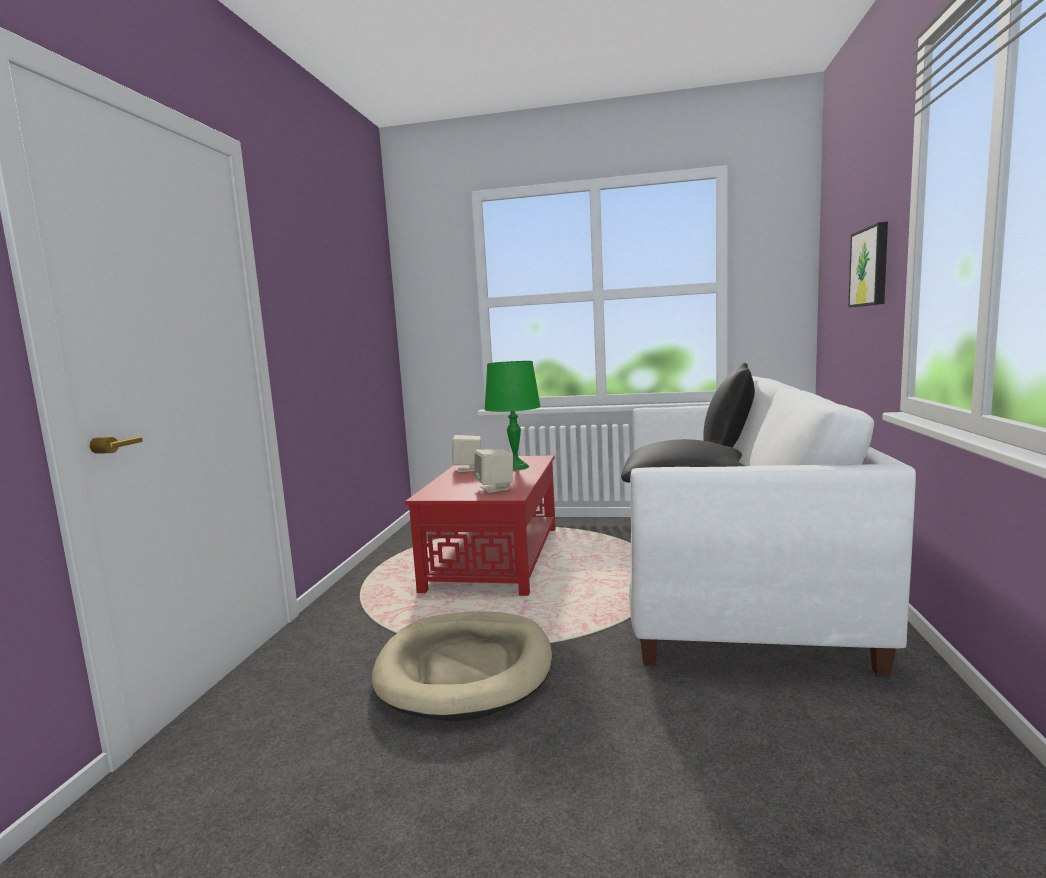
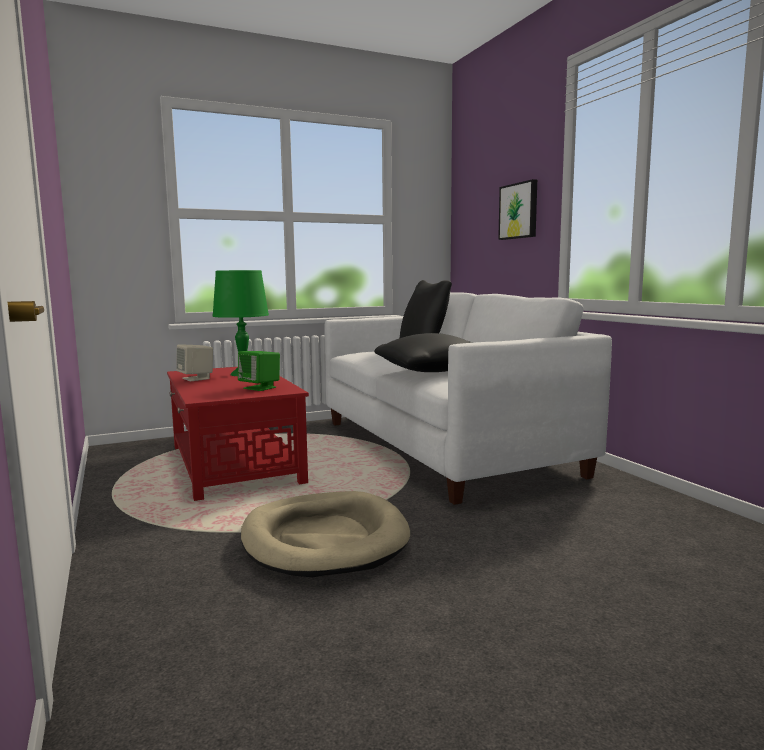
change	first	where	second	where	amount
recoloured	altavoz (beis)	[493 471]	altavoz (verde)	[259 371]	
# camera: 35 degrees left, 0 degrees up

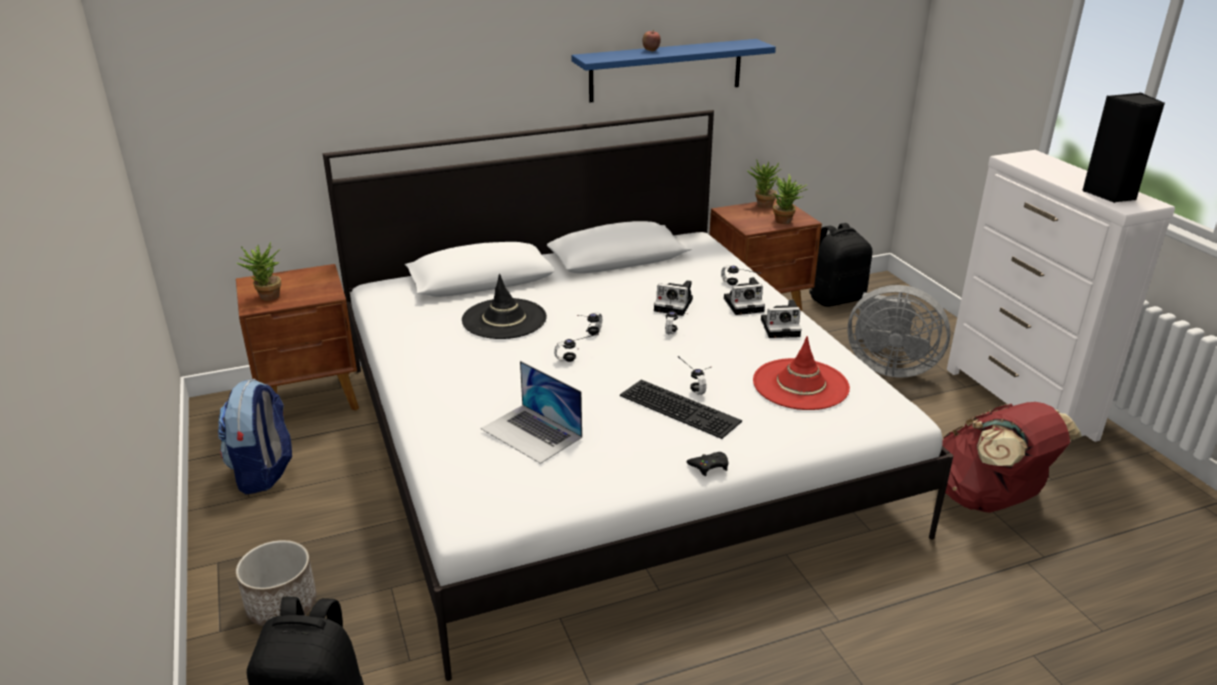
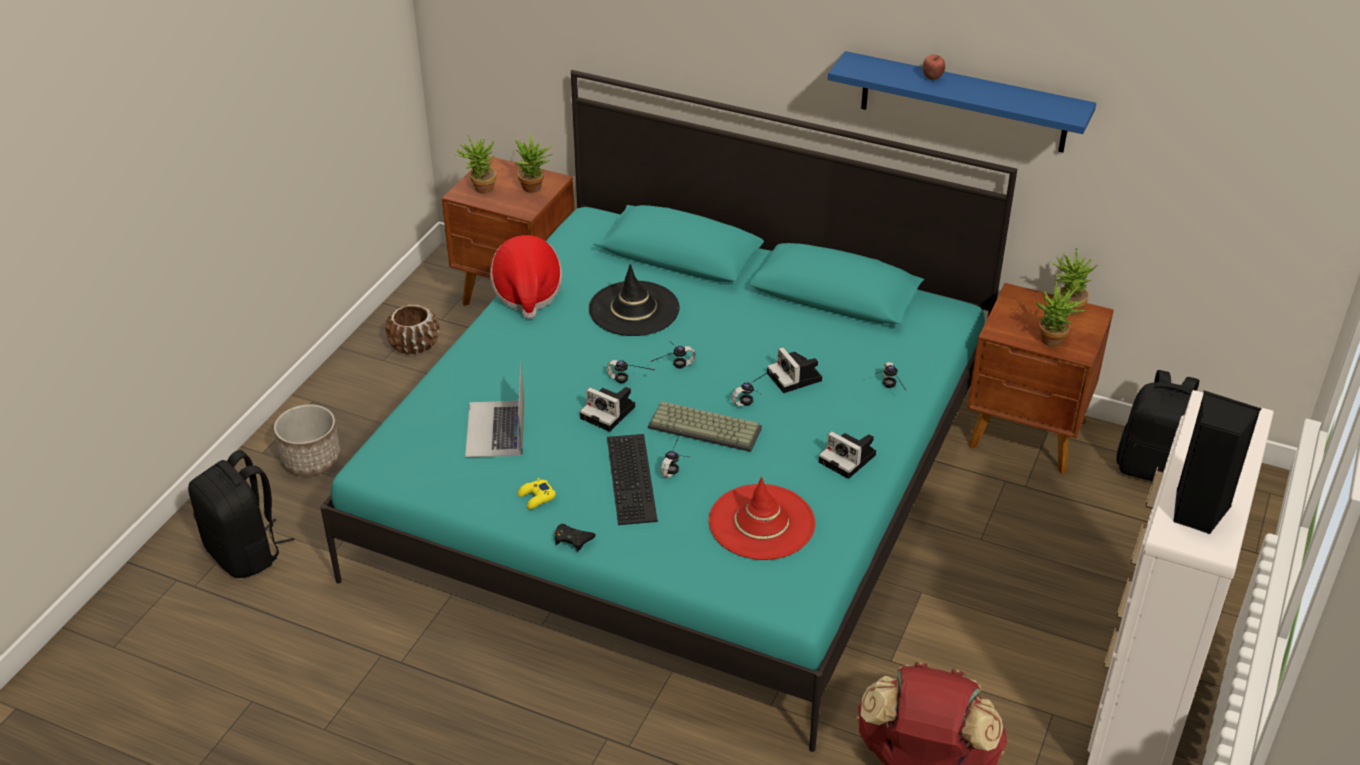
change	first	where	second	where	amount
recoloured	cama (blanco)	[638 395]	cama (turquesa)	[668 411]	
moved	cámara	[744 296]		[607 409]	
removed	ventilador (gris)	[899 331]			
replaced	mochila	[255 436]	maceta (marrón)	[412 330]	
added			planta en maceta	[534 163]	
added			sombrero	[526 277]	
added			teclado	[705 426]	
added			mando de consola (amarillo)	[537 493]	
# camera: 45 degrees right, 10 degrees up

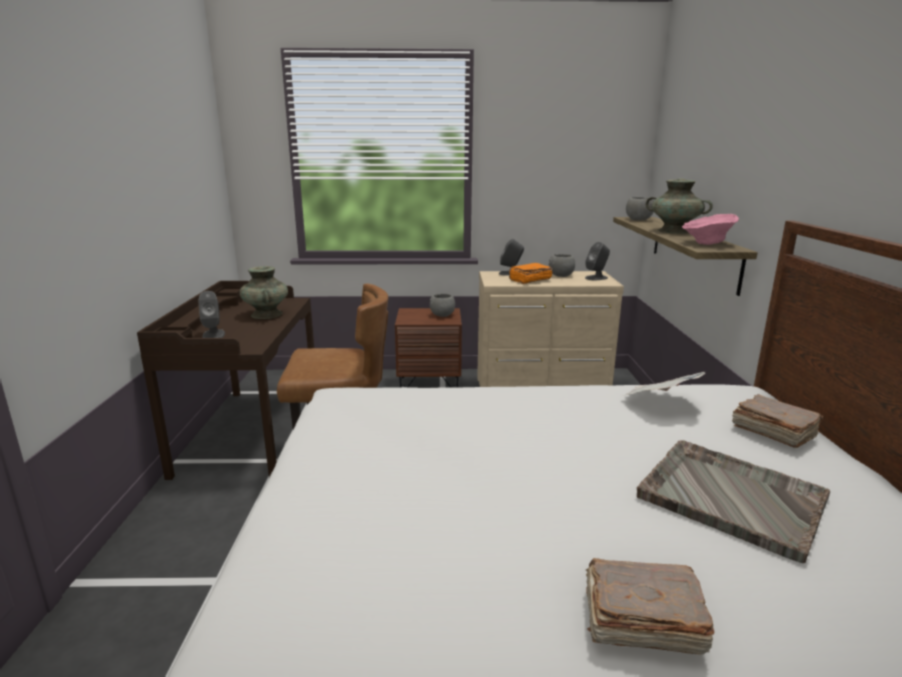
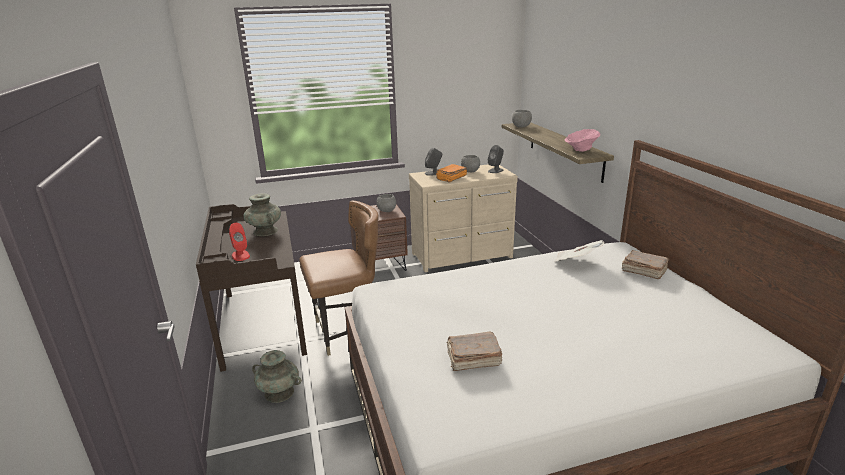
change	first	where	second	where	amount
moved	florero (turquesa)	[679 206]		[277 376]	
recoloured	altavoz (gris)	[211 314]	altavoz (rojo)	[239 242]	
removed	bandeja (gris)	[733 501]			
moved	libro (marrón)	[650 606]		[474 351]	
# camera: 15 degrees left, 5 degrees up

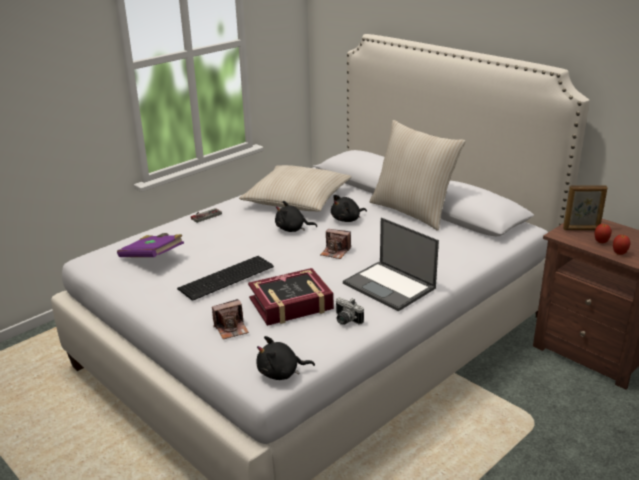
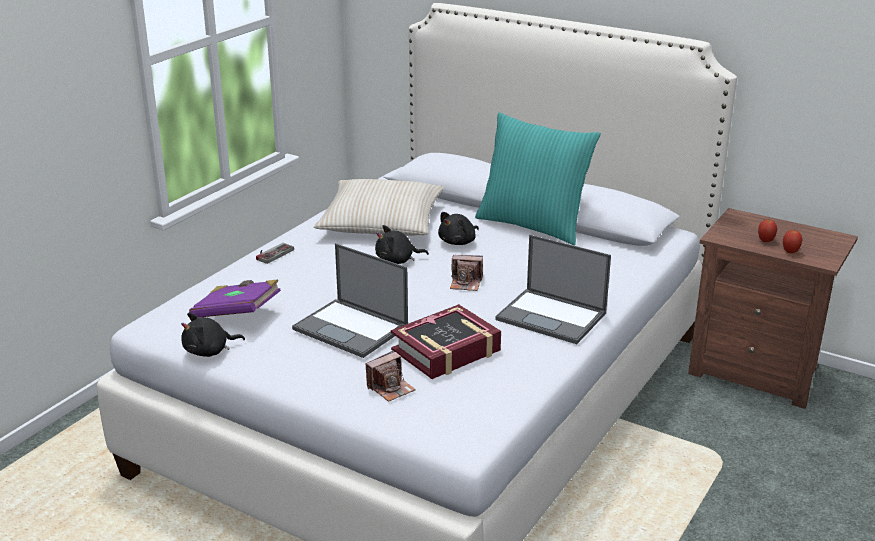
change	first	where	second	where	amount
recoloured	cojín (beis)	[417 175]	cojín (turquesa)	[538 179]	
removed	portarretratos	[585 207]			
replaced	teclado	[225 278]	portátil	[350 300]	
removed	cámara	[350 311]			
moved	peluche (negro)	[285 358]		[213 335]	
# camera: 15 degrees left, 0 degrees up

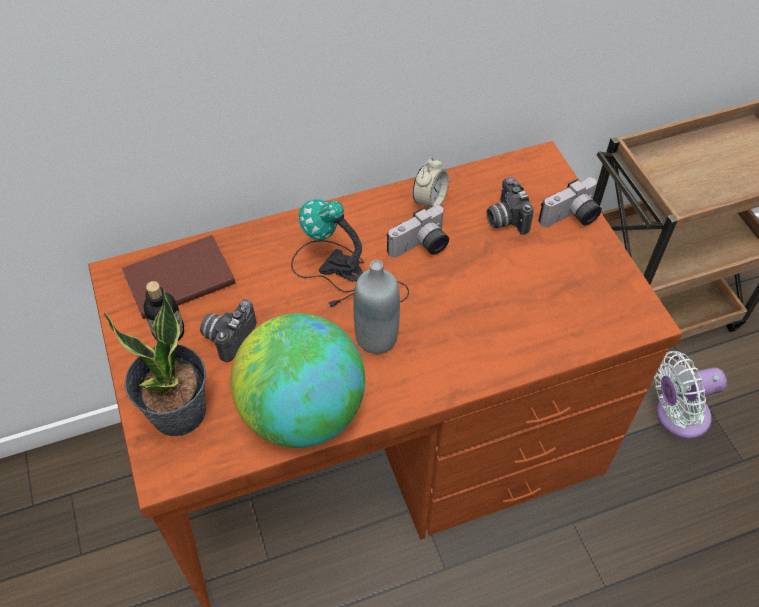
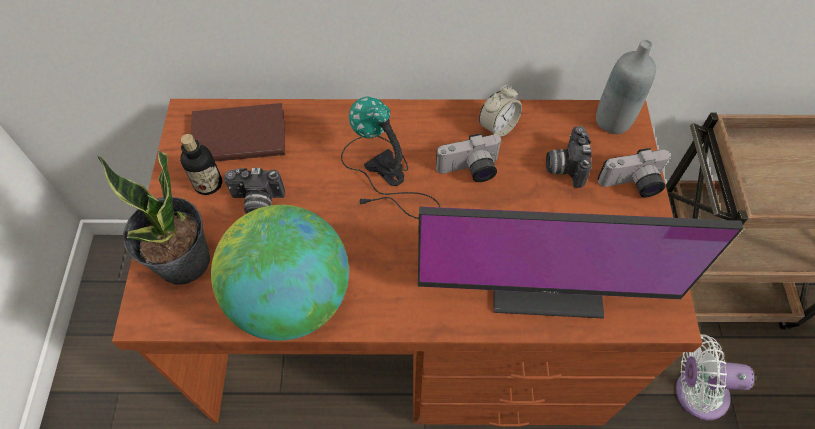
change	first	where	second	where	amount
moved	botella (gris)	[376 307]		[626 87]	
turned	cámara	[228 330]		[254 191]	135 degrees counterclockwise
added			monitor	[580 262]	
# camera: 20 degrees right, 5 degrees up

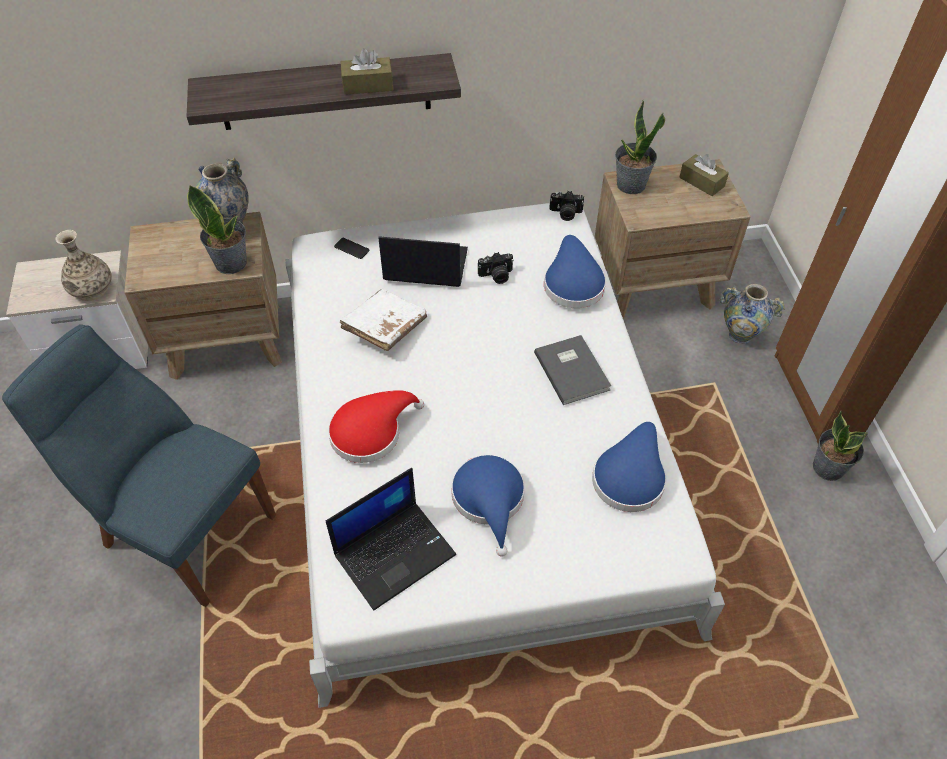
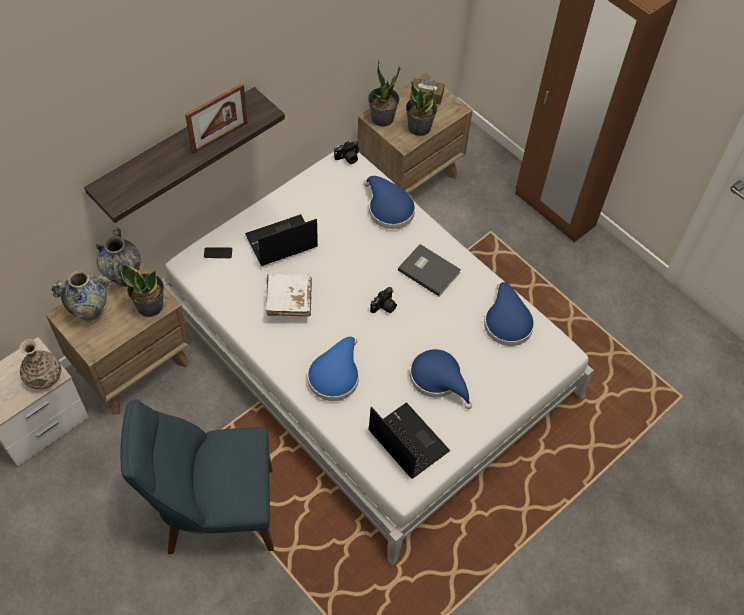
change	first	where	second	where	amount
replaced	caja de pañuelos (marrón)	[366 71]	portarretratos	[216 118]	
moved	cámara	[496 268]		[383 300]	
moved	florero	[752 314]		[81 295]	
recoloured	sombrero (rojo)	[376 426]	sombrero (azul)	[333 369]	
moved	planta en maceta	[840 446]		[421 108]	
turned	portátil	[391 539]		[409 440]	60 degrees counterclockwise
# camera: 35 degrees left, 5 degrees up

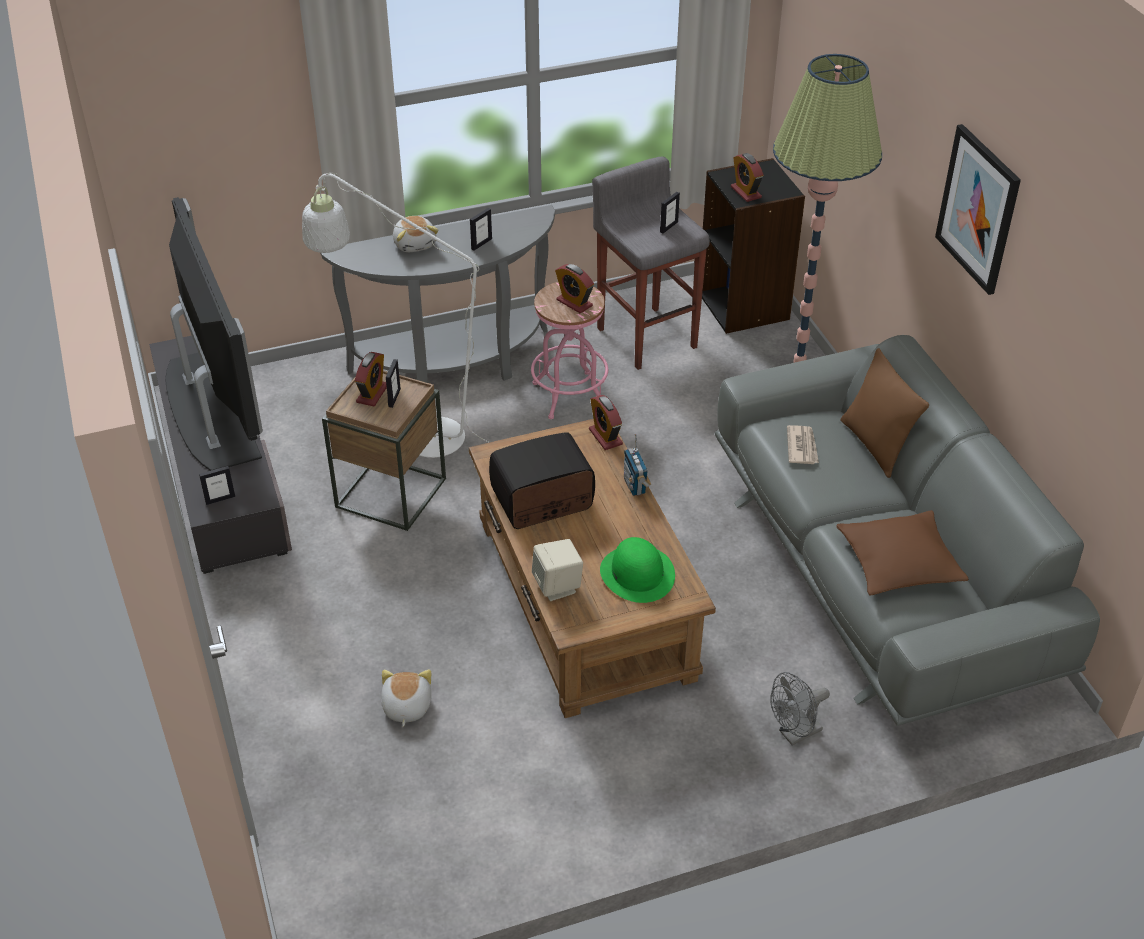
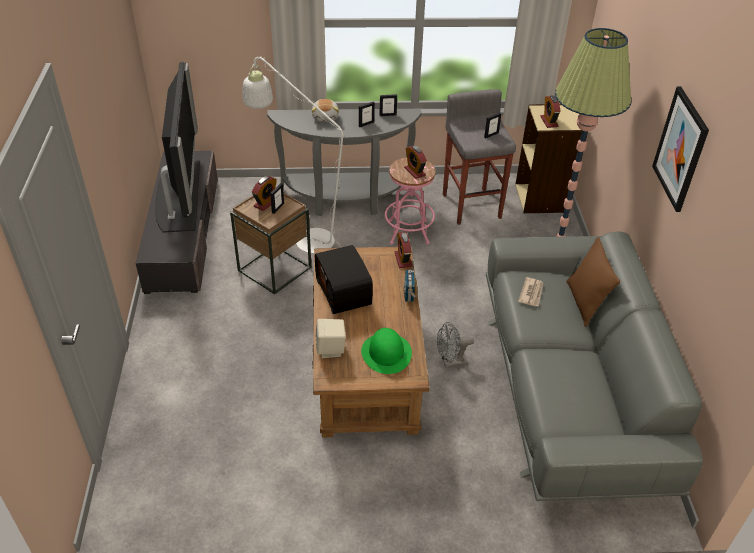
change	first	where	second	where	amount
recoloured	estantería (negro)	[753 246]	estantería (beis)	[551 158]	
turned	radio	[542 480]		[344 279]	105 degrees counterclockwise
moved	portarretratos	[217 485]		[388 105]	
removed	cojín (marrón)	[902 553]			
removed	peluche	[406 698]			
moved	ventilador (gris)	[800 709]		[455 345]	
# camera: 15 degrees right, 0 degrees up

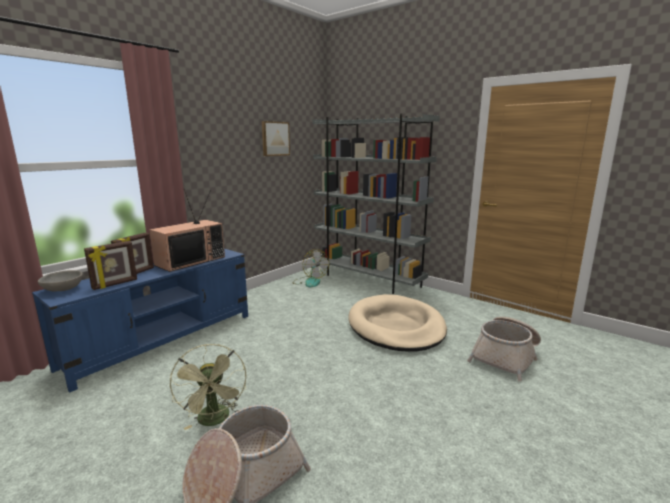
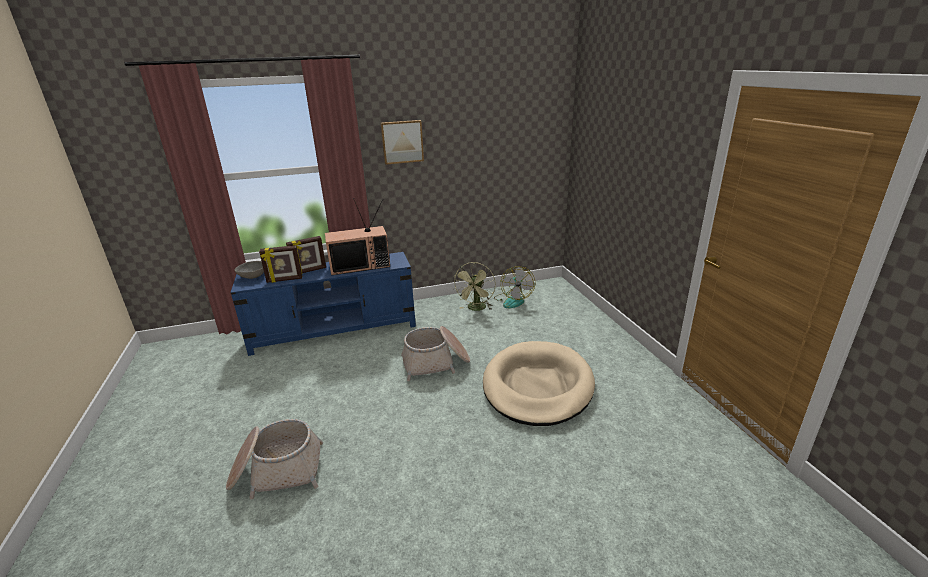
change	first	where	second	where	amount
removed	estantería (gris)	[376 204]			
moved	cuadro	[276 138]		[402 142]	
moved	cesta	[504 349]		[435 353]	
moved	ventilador (verde)	[208 387]		[475 286]	
# camera: 35 degrees right, 10 degrees up

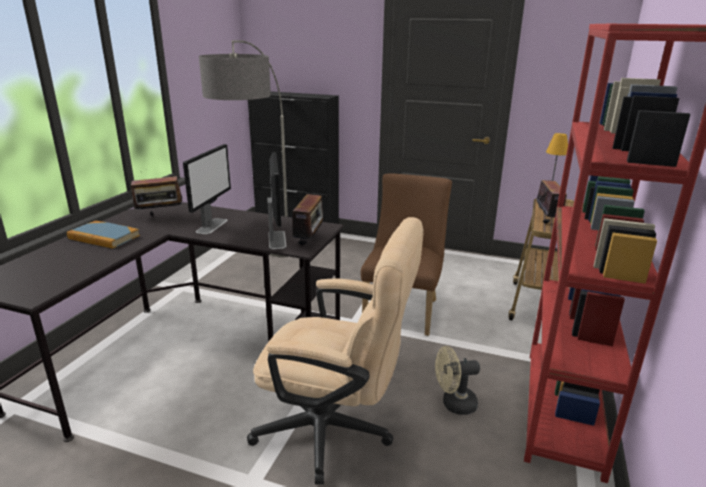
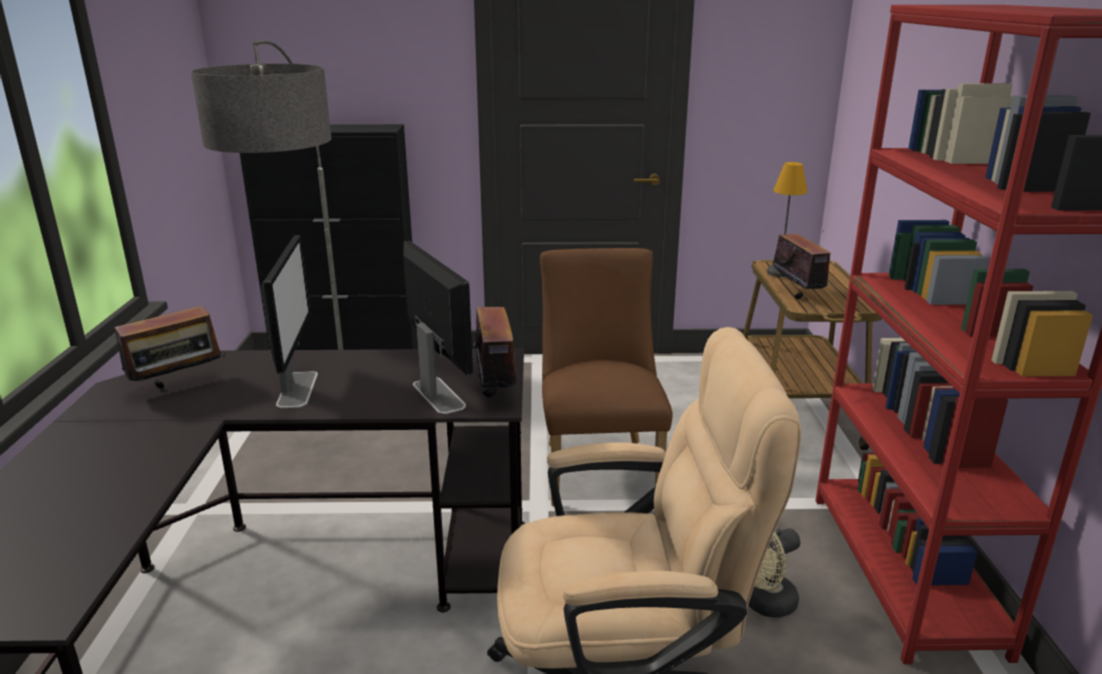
change	first	where	second	where	amount
removed	libro	[103 235]			
# camera: 20 degrees left, 0 degrees up

